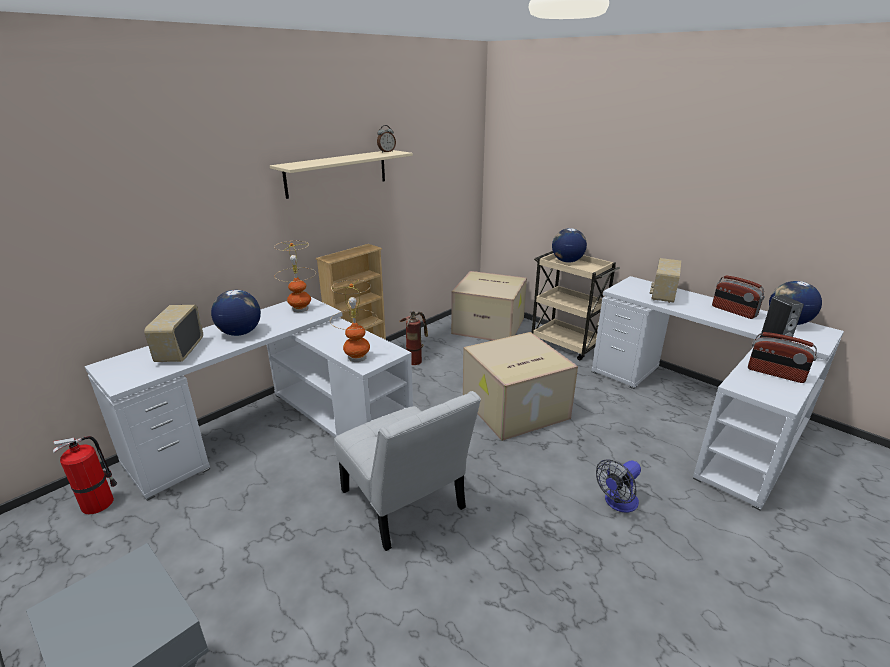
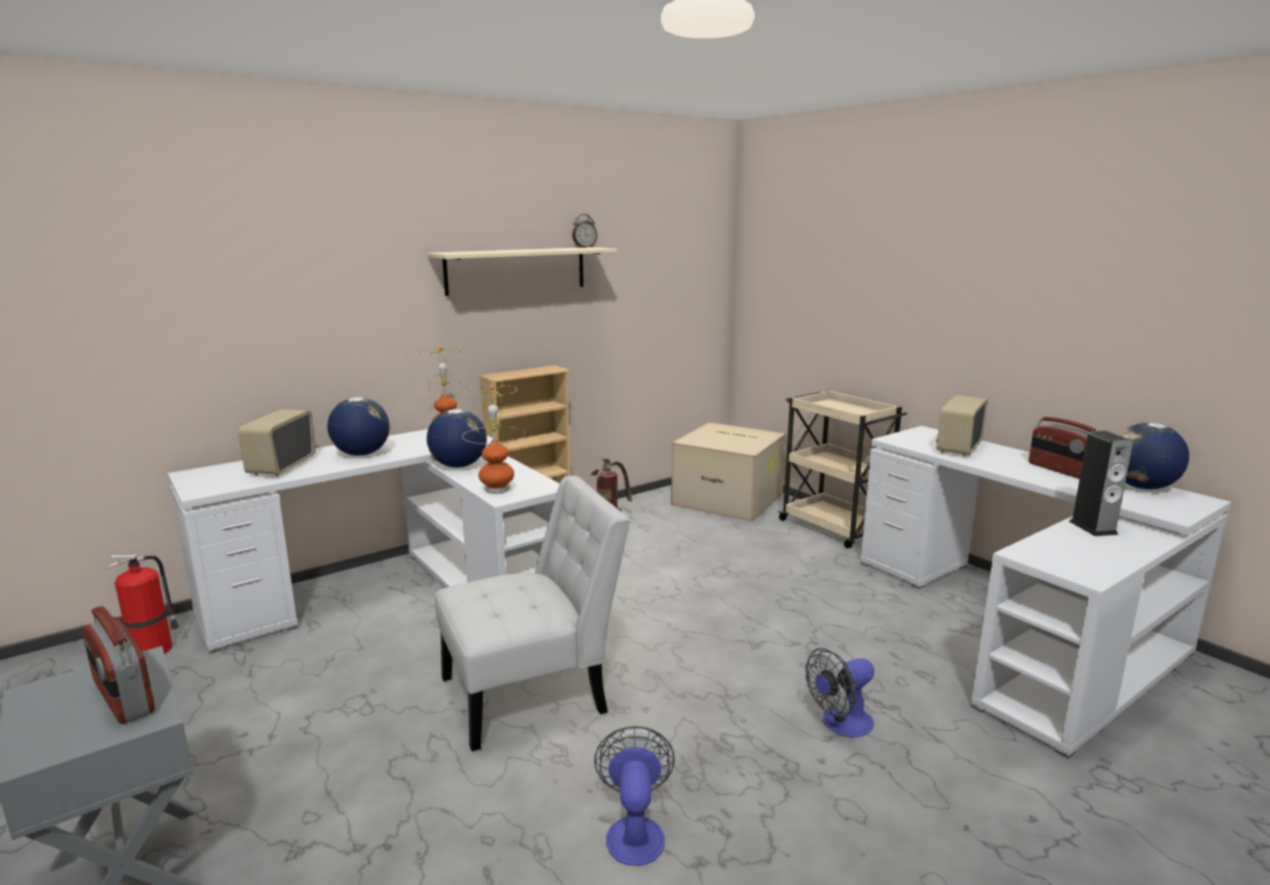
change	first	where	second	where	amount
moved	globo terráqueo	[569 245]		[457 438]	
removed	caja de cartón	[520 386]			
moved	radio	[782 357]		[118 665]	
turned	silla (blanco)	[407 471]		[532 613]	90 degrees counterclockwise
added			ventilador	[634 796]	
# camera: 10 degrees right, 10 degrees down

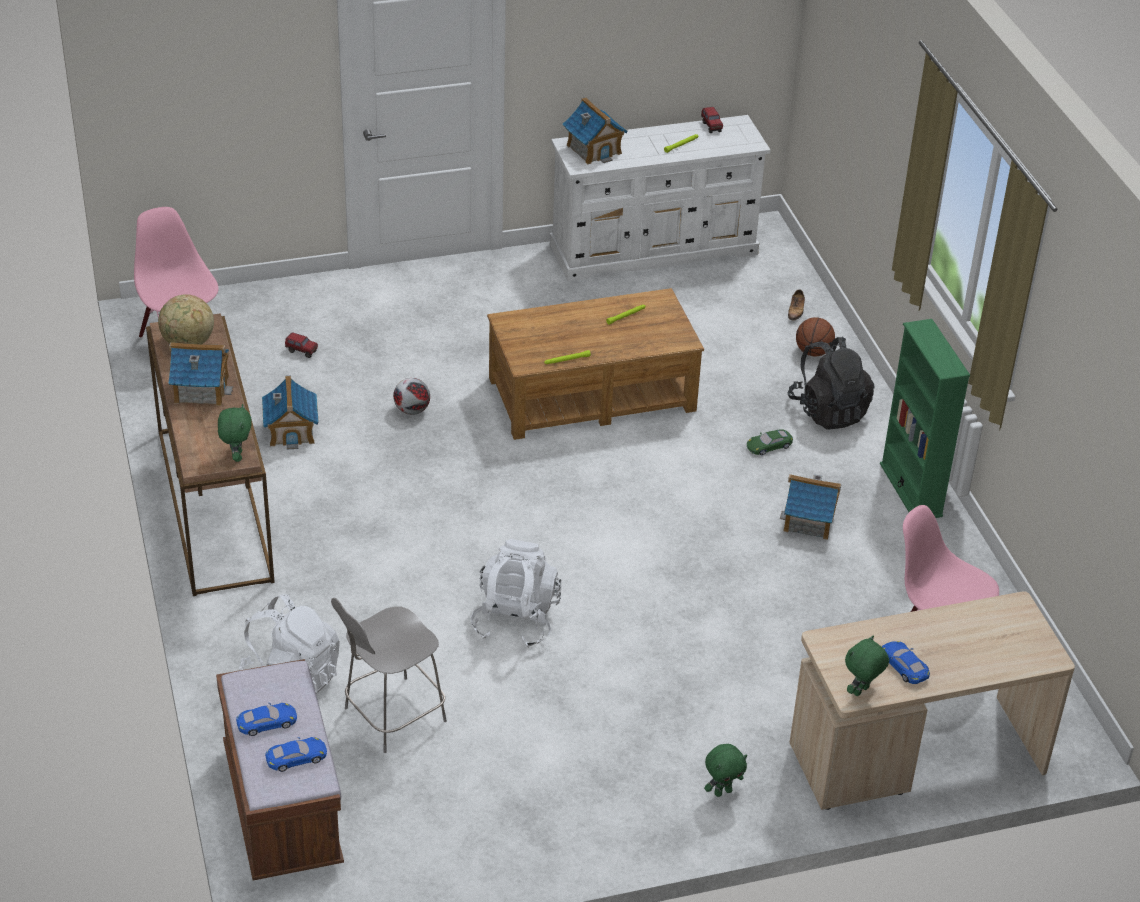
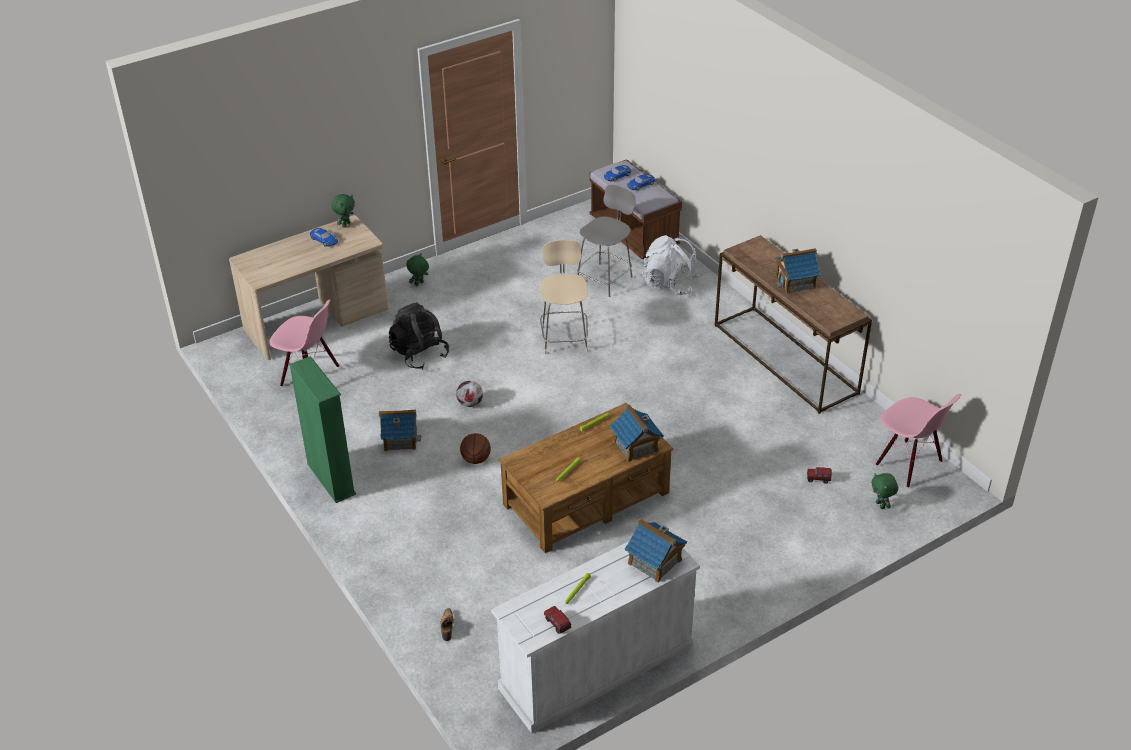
change	first	where	second	where	amount
removed	globo terráqueo	[186 319]			
moved	balón de baloncesto	[815 336]		[475 448]	
moved	mochila (negro)	[831 383]		[419 335]	
moved	casita	[290 413]		[637 433]	
moved	balón de fútbol	[411 396]		[469 394]	
moved	peluche (verde)	[234 433]		[884 491]	
removed	coche de juguete (verde)	[770 442]			
replaced	mochila (blanco)	[516 593]	silla (beis)	[564 297]	
# camera: 165 degrees right, 0 degrees up

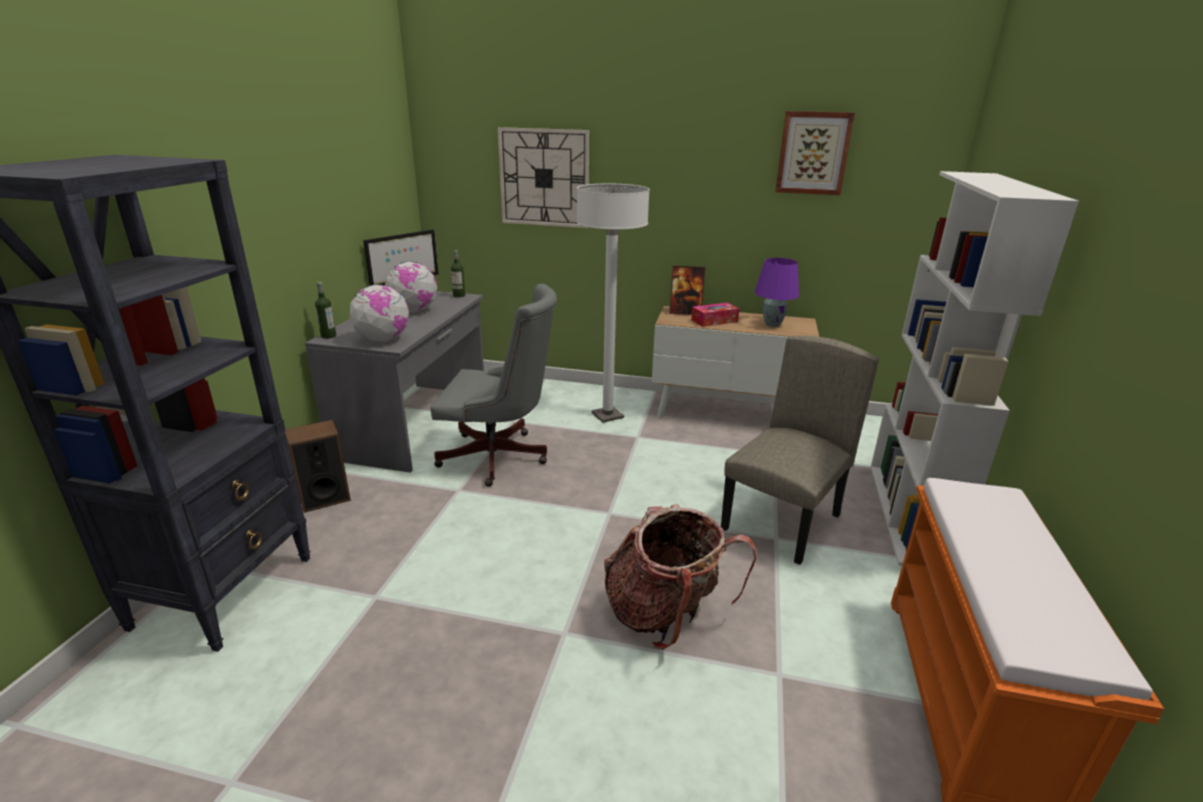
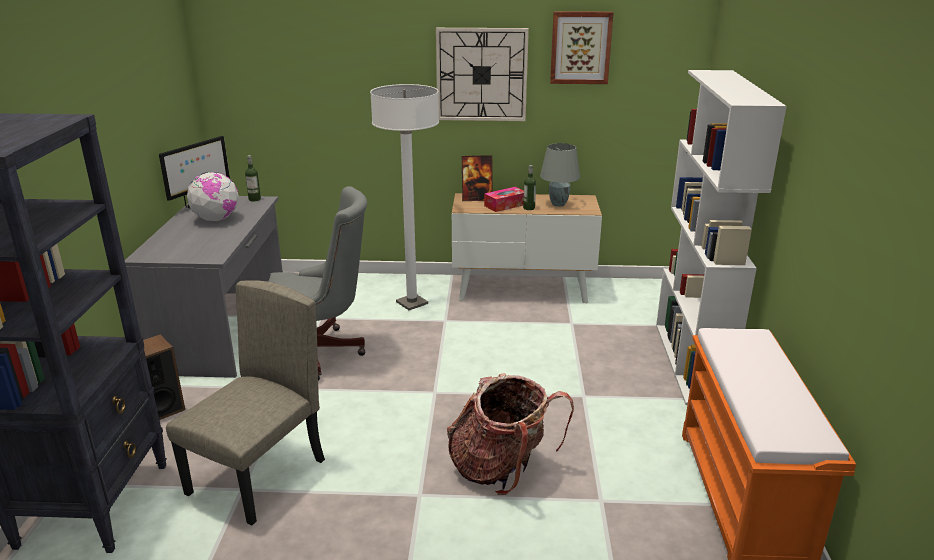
change	first	where	second	where	amount
moved	reloj de pared	[543 177]		[482 74]	
recoloured	lámpara de mesa (morado)	[777 292]	lámpara de mesa (gris)	[560 175]	
moved	botella	[325 310]		[529 187]	
removed	globo terráqueo	[379 313]			
moved	silla (beis)	[800 450]		[245 402]	
# camera: 10 degrees left, 0 degrees up

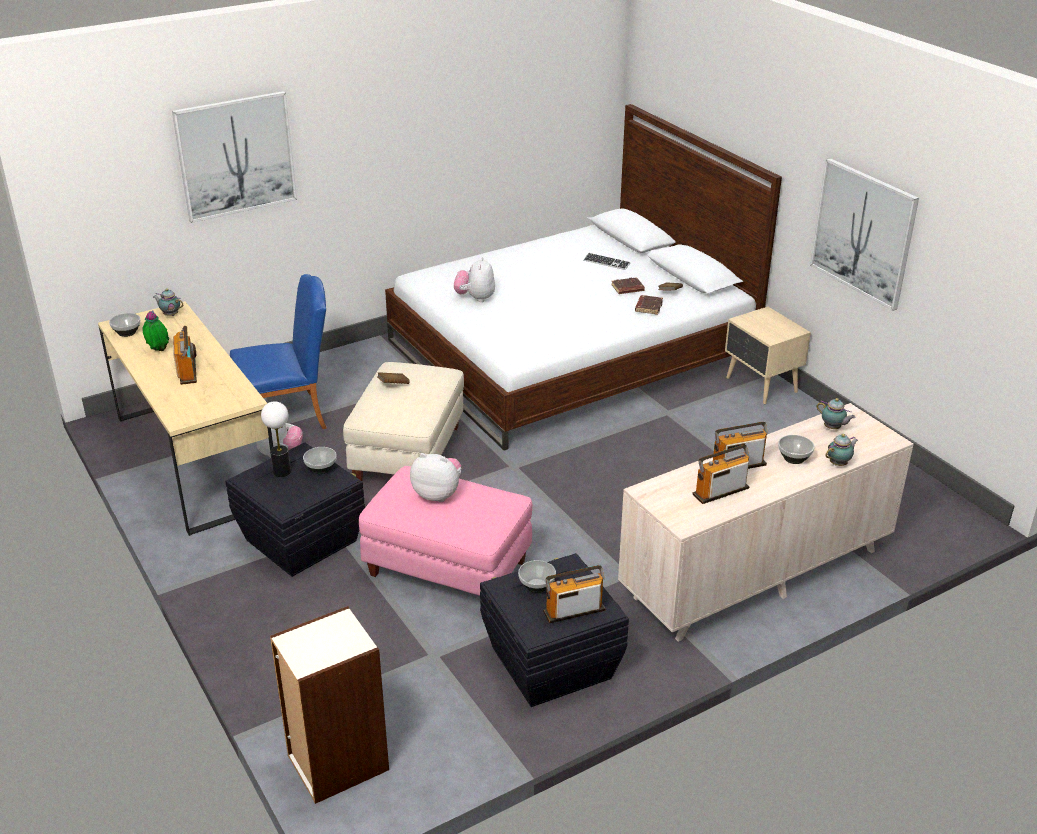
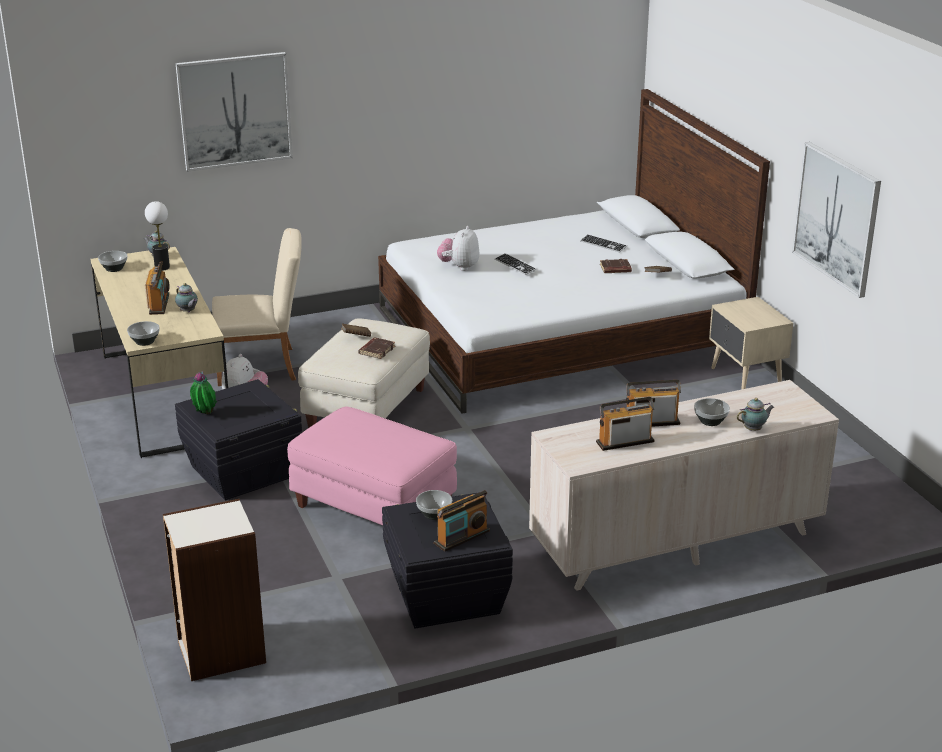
change	first	where	second	where	amount
recoloured	silla (azul)	[278 351]	silla (beis)	[257 307]	
moved	libro (marrón)	[649 305]		[376 348]	
moved	planta en maceta	[156 330]		[203 392]	
moved	tetera	[836 413]		[186 297]	
moved	lámpara de mesa	[276 439]		[157 236]	
moved	cuenco	[320 460]		[143 333]	
removed	peluche	[435 477]			
turned	radio	[574 594]		[462 521]	150 degrees clockwise
added			teclado	[515 264]	
# camera: 10 degrees right, 5 degrees down

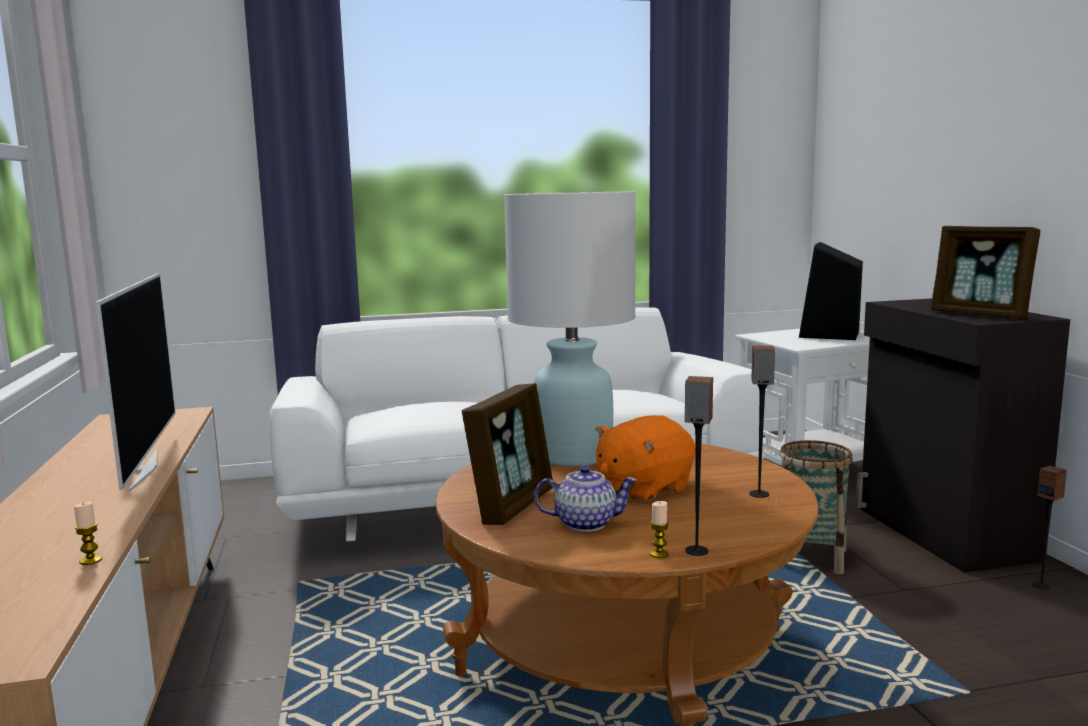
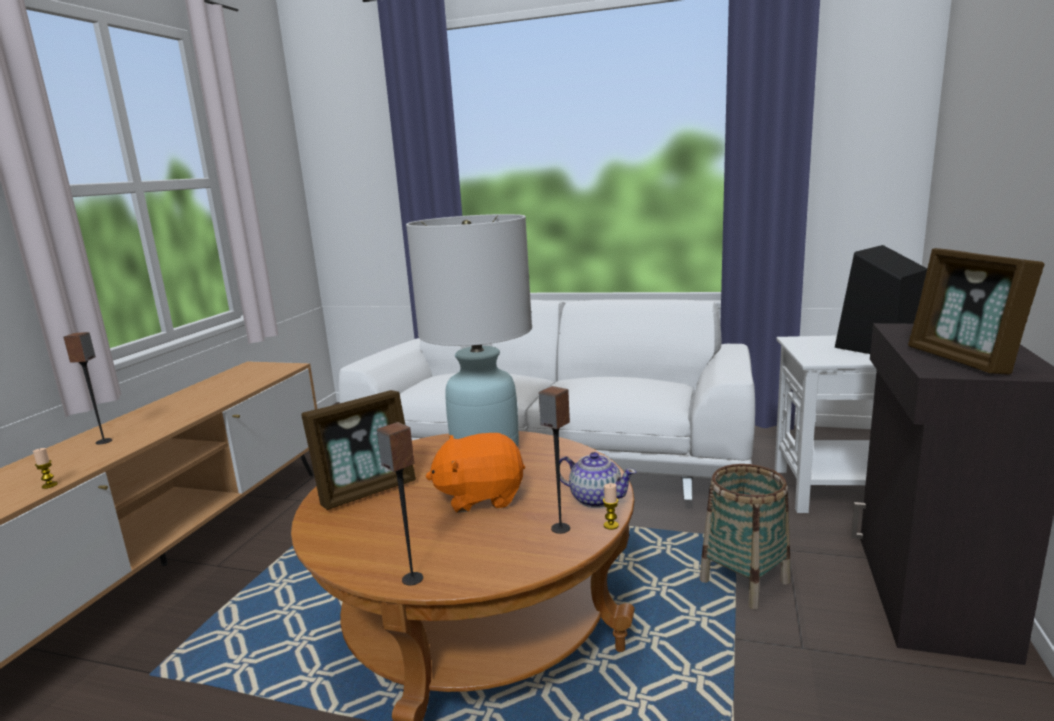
change	first	where	second	where	amount
removed	televisor	[136 382]			
moved	tetera	[585 498]		[597 480]	
moved	altavoz	[1049 528]		[87 388]	
moved	vela	[659 529]		[611 506]	
# camera: 30 degrees right, 5 degrees up

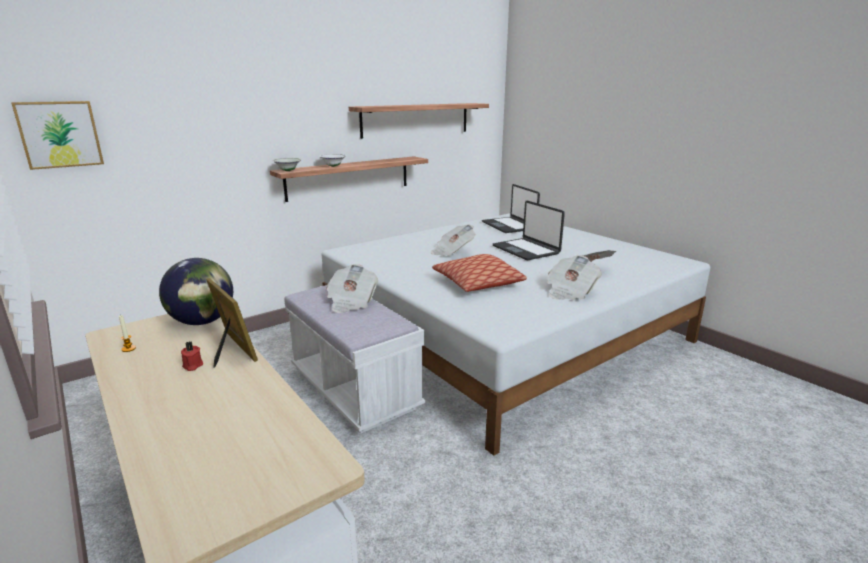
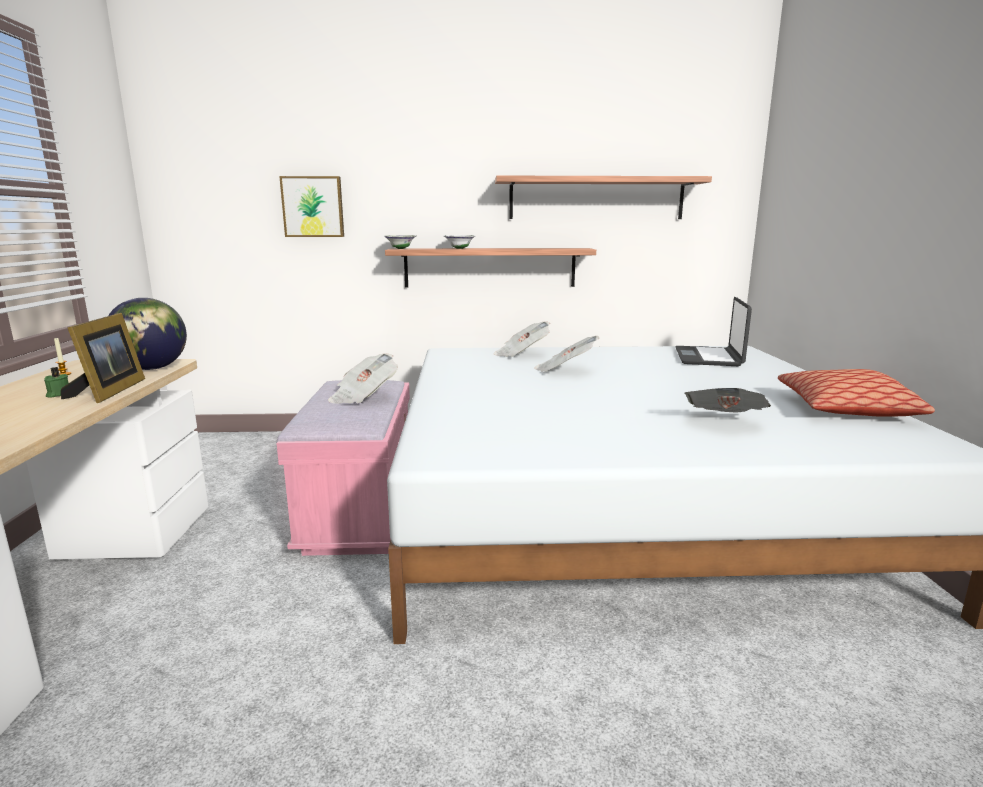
change	first	where	second	where	amount
moved	cuadro	[57 135]		[311 206]	
removed	portátil	[529 231]			
moved	cojín	[479 273]		[856 393]	
moved	periódico	[574 277]		[521 339]	
recoloured	banco (blanco)	[354 359]	banco (rosa)	[343 468]	
recoloured	vela (rojo)	[192 356]	vela (verde)	[56 382]	
# camera: 35 degrees right, 5 degrees down

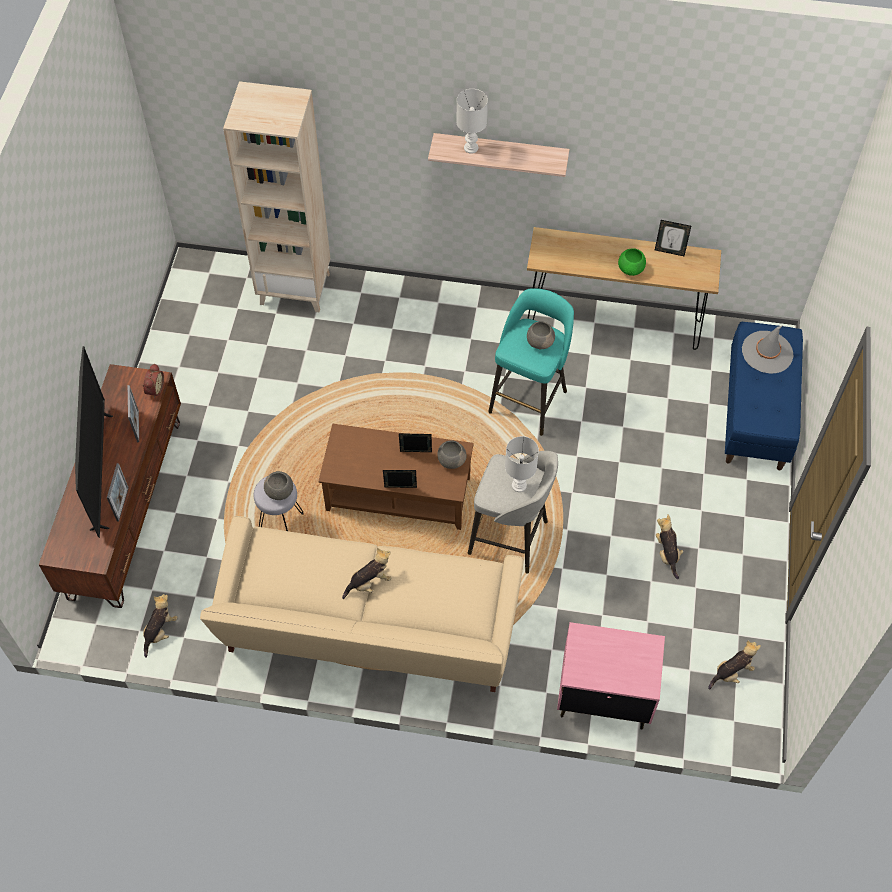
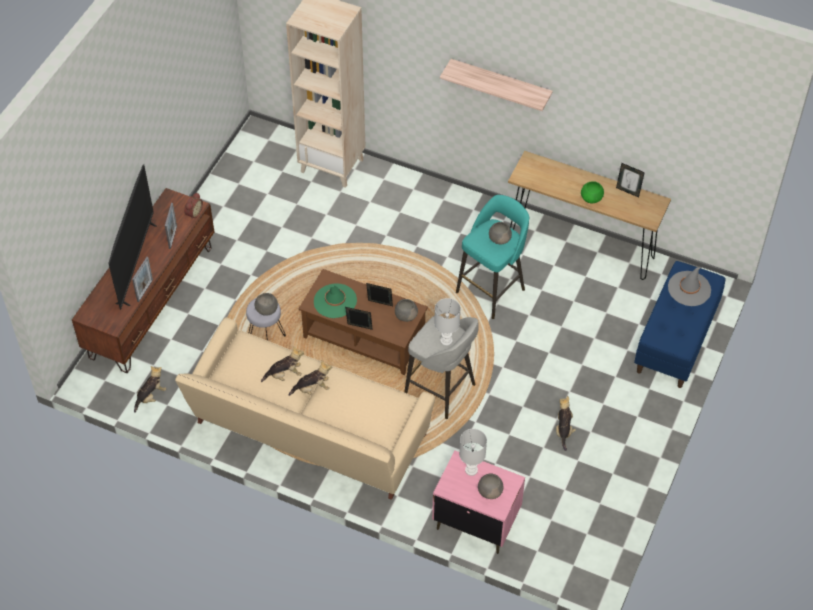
change	first	where	second	where	amount
moved	lámpara de mesa (blanco)	[472 121]		[473 452]	
moved	peluche	[734 665]		[282 364]	
added			sombrero (verde)	[335 301]	
added			cuenco (gris)	[490 486]	
# camera: 15 degrees right, 5 degrees down

